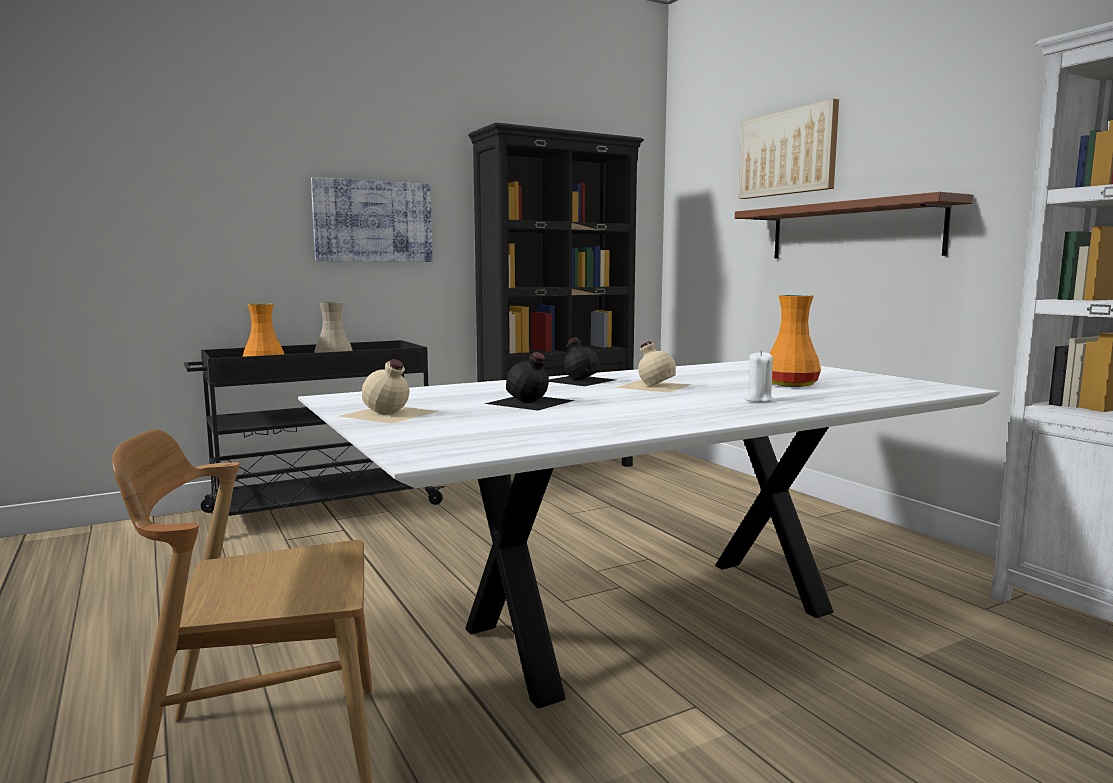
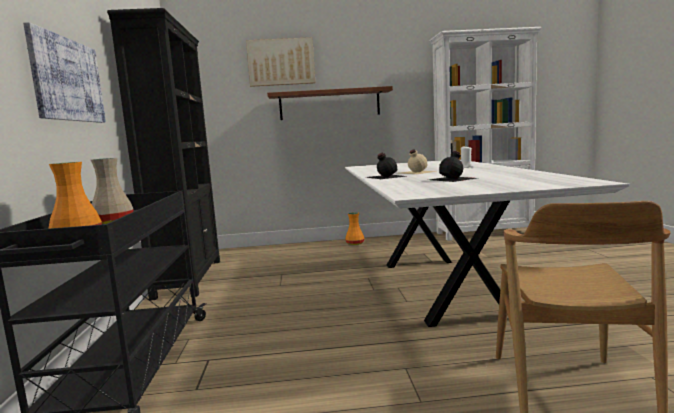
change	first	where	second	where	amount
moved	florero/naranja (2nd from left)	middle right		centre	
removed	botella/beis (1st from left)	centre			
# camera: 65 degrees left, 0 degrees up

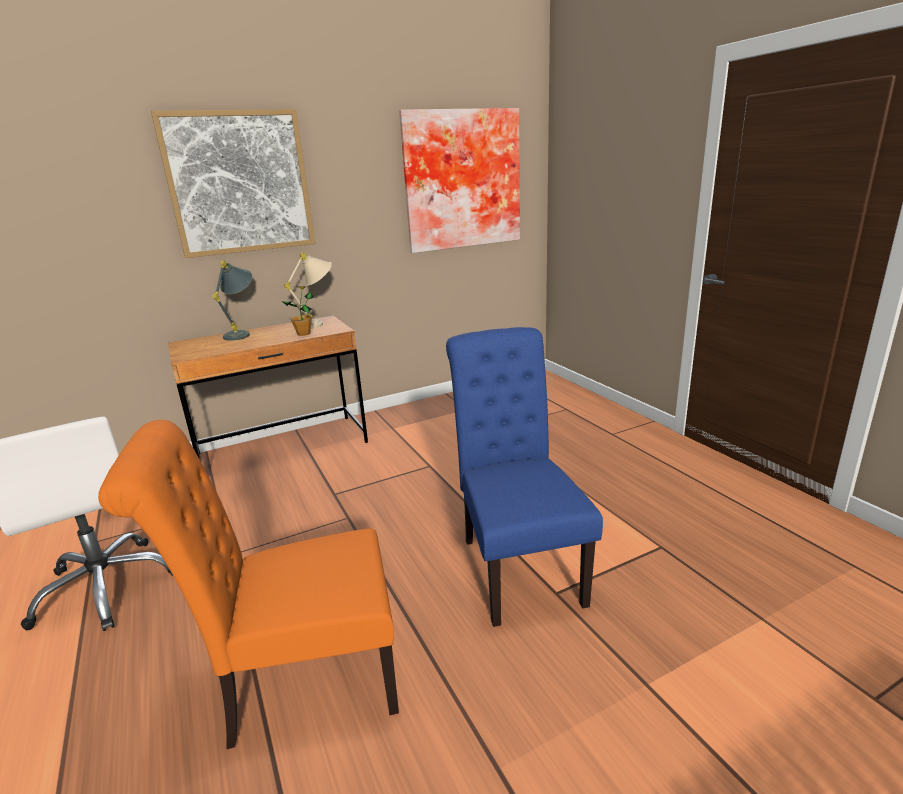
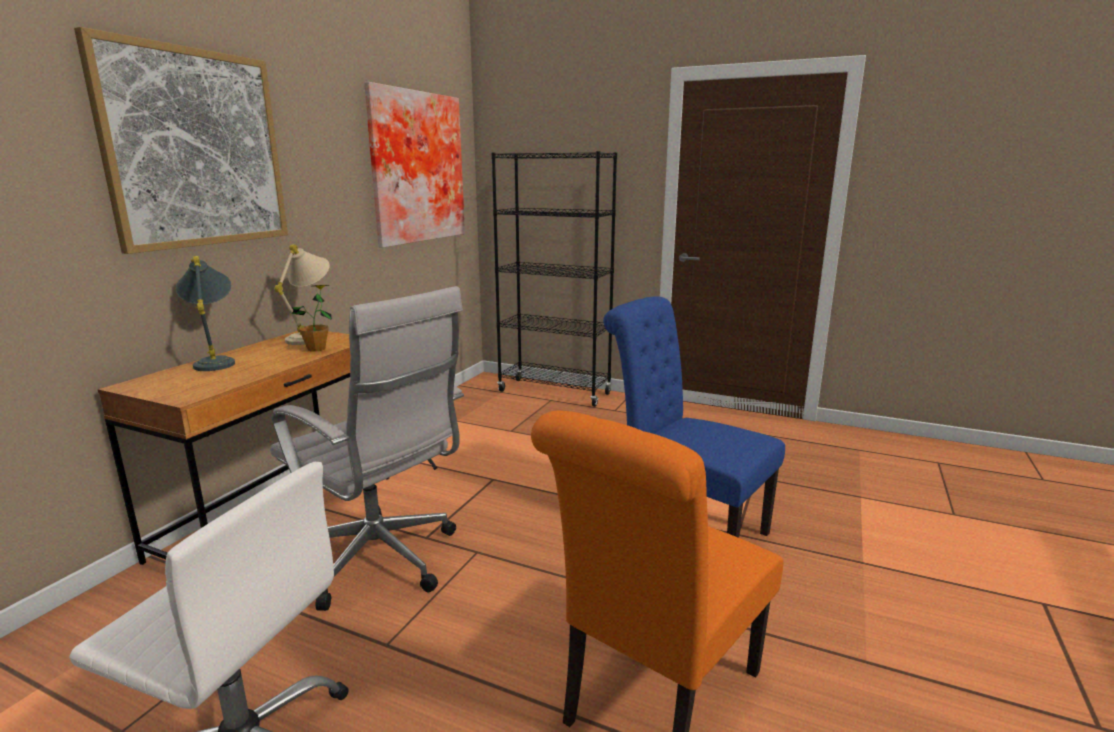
change	first	where	second	where	amount
added			estantería/negro	centre	
added			silla de oficina/blanco (2nd from left)	middle left	
# camera: 40 degrees left, 5 degrees down

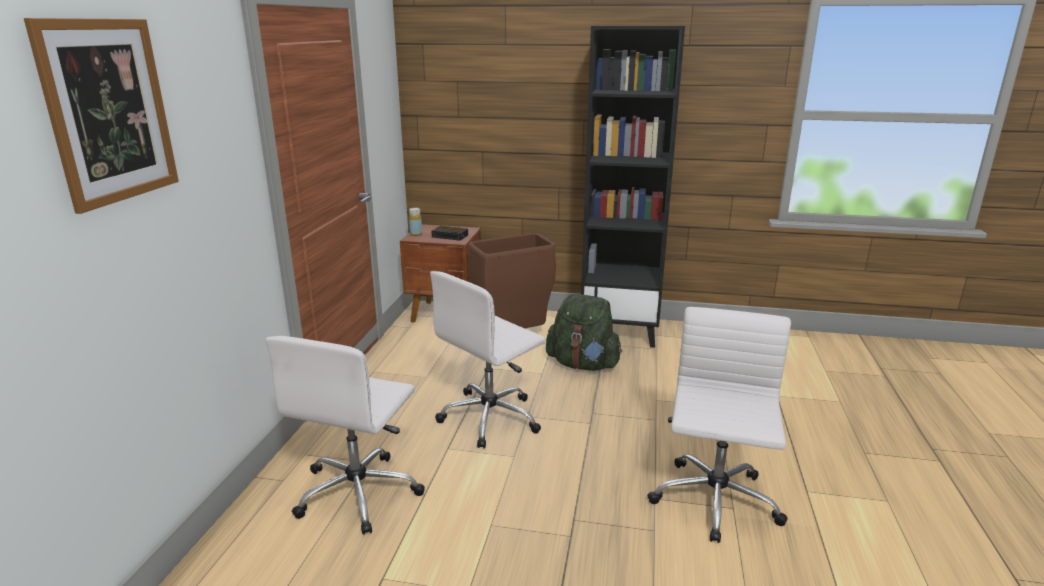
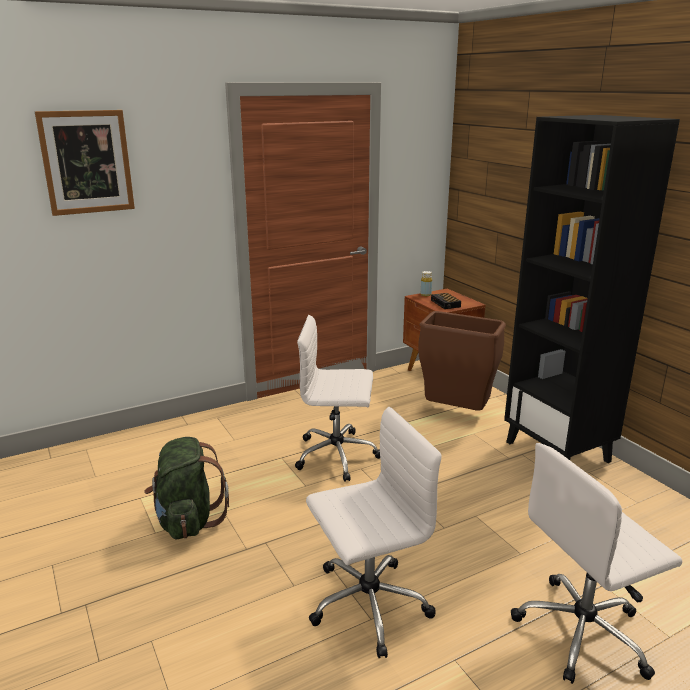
change	first	where	second	where	amount
moved	mochila/verde	centre		bottom left	
moved	silla de oficina/blanco (1st from left in the first image)	bottom left	silla de oficina/blanco (3rd from left)	bottom right	
# camera: 50 degrees right, 0 degrees up

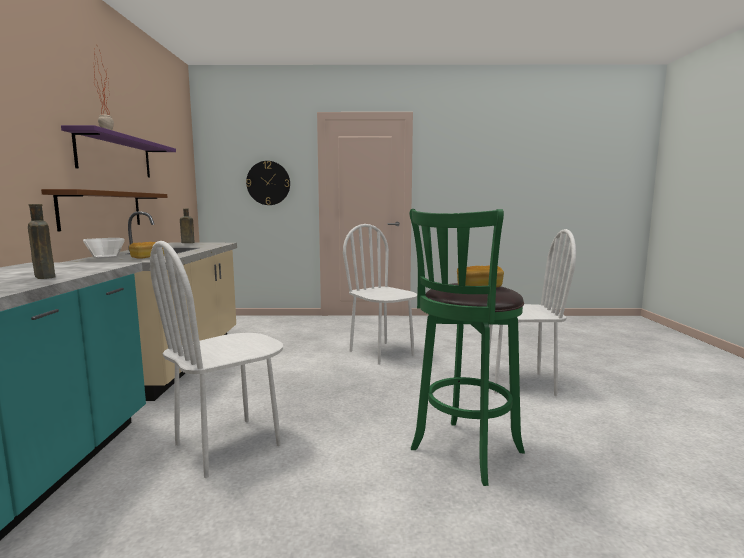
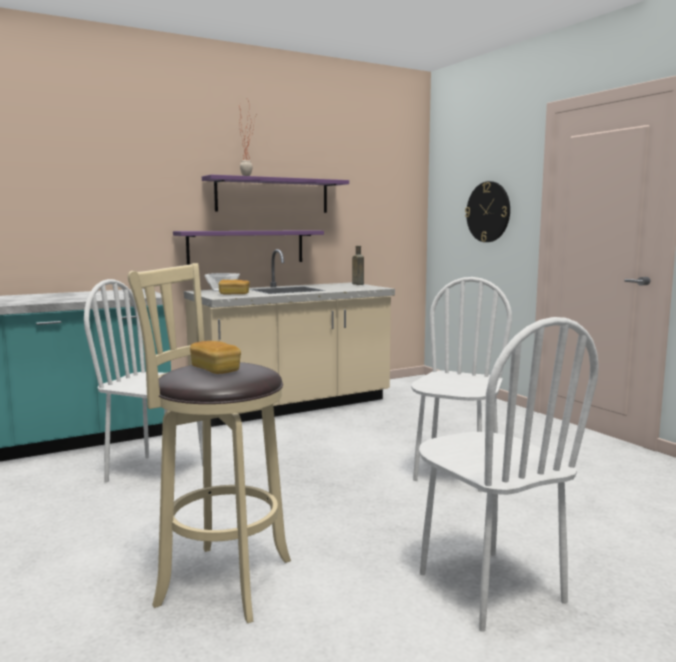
change	first	where	second	where	amount
recoloured	estante/marrón	middle left	estante/morado (1st from left)	centre	
removed	botella/marrón (1st from left)	middle left			
recoloured	taburete/verde	centre	taburete/beis	bottom left	
# camera: 60 degrees right, 0 degrees up

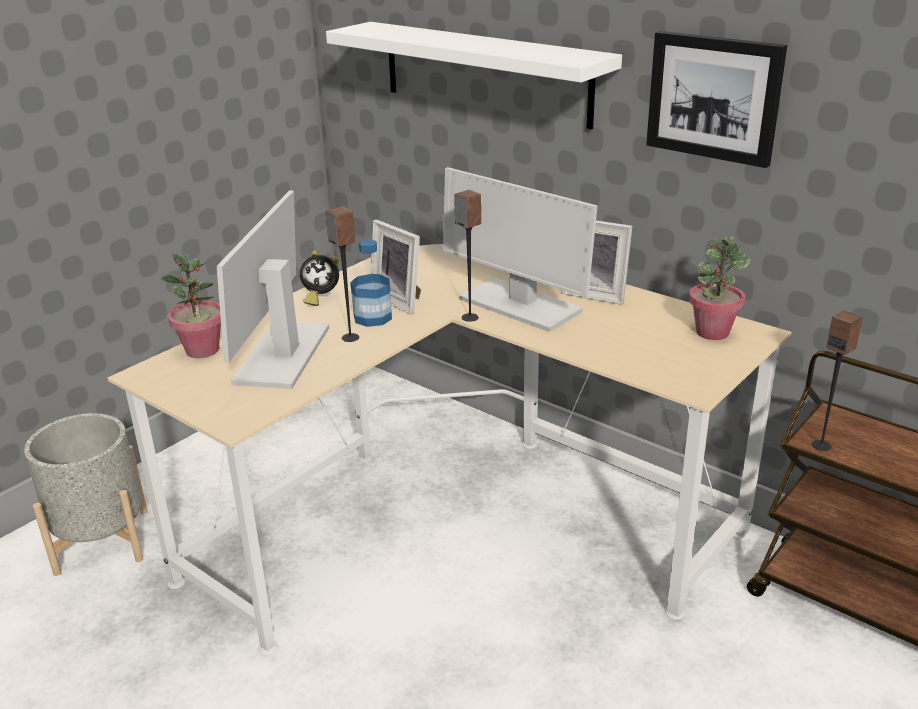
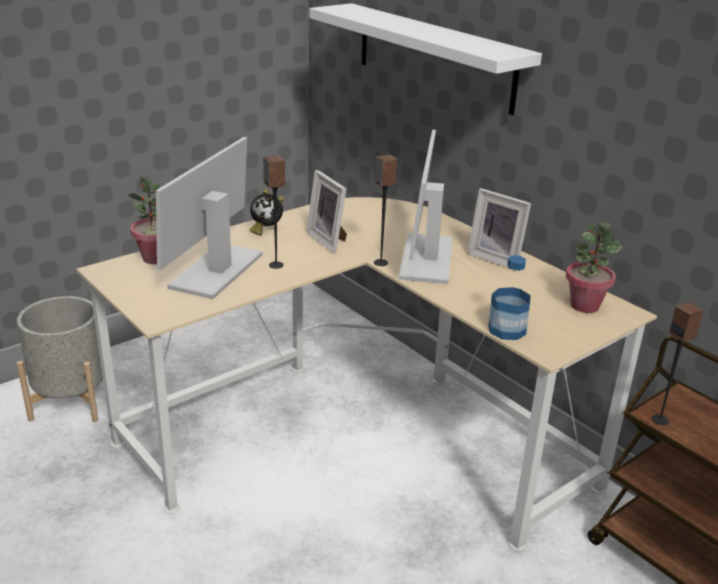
change	first	where	second	where	amount
removed	cuadro	top right			
turned	monitor (2nd from left)	centre		centre	45 degrees clockwise
moved	botella	centre		middle right	
# camera: 10 degrees right, 0 degrees up

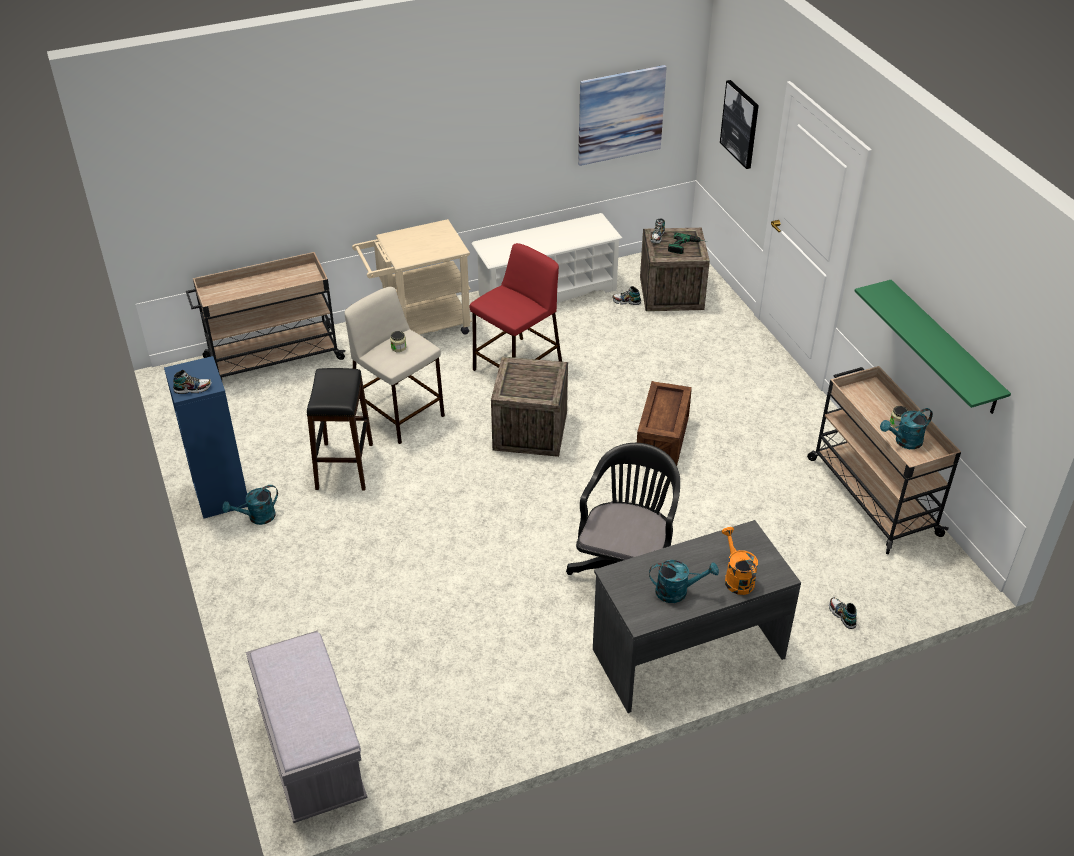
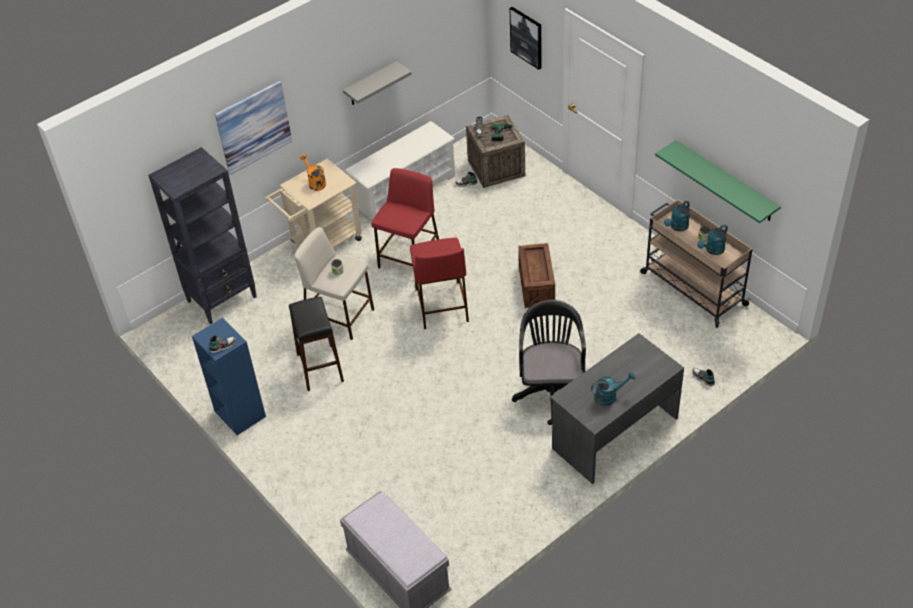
change	first	where	second	where	amount
moved	cuadro (1st from left)	top centre		top left	
replaced	carrito/beis (1st from left)	middle left	estantería/negro	middle left	
replaced	caja de embalaje (1st from left)	centre	taburete/rojo (2nd from left)	centre	
moved	regadera/turquesa (1st from left in the first image)	middle left	regadera/turquesa (2nd from left)	middle right	
moved	regadera/naranja	middle right		top centre	
added			estante/gris	top centre	
# camera: 15 degrees left, 5 degrees up

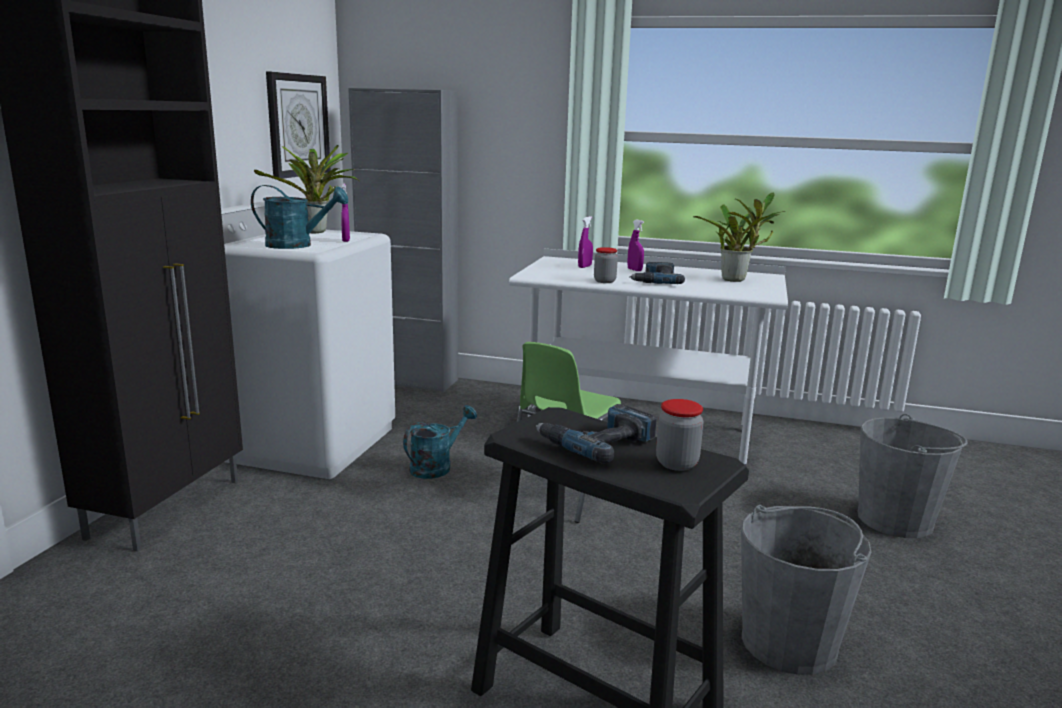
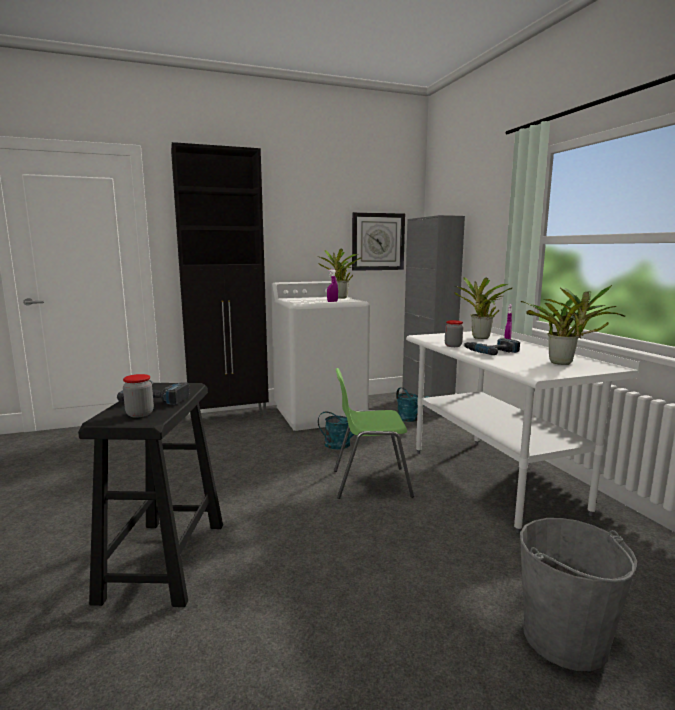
change	first	where	second	where	amount
moved	regadera/turquesa (1st from left in the first image)	top left	regadera/turquesa (2nd from left)	centre	
replaced	pulverizador/morado (2nd from left)	centre	planta en maceta (2nd from left)	middle right	
removed	cubo/gris (1st from left)	bottom right			
# camera: 55 degrees right, 5 degrees down

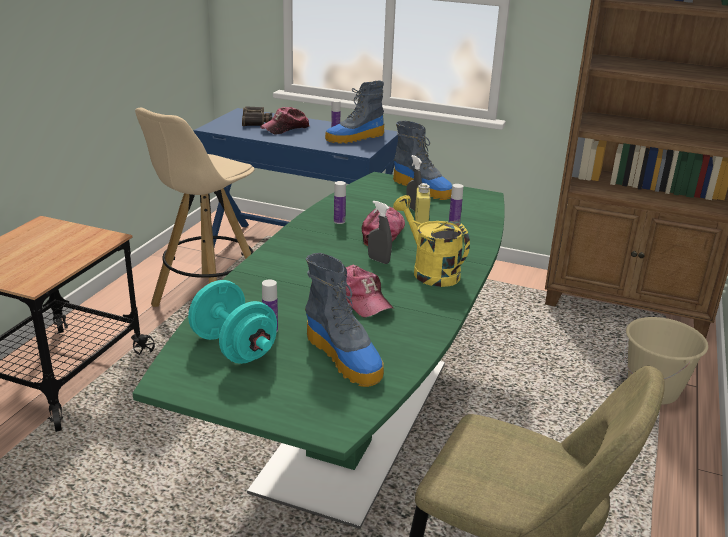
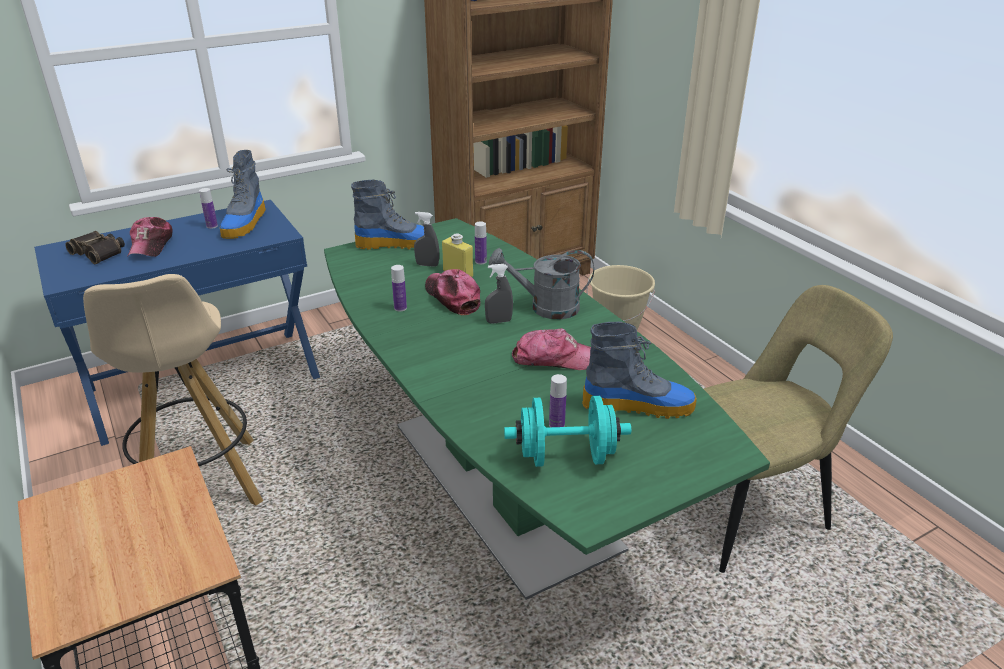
change	first	where	second	where	amount
recoloured	regadera/amarillo	centre	regadera/gris	centre	
# camera: 50 degrees left, 5 degrees up

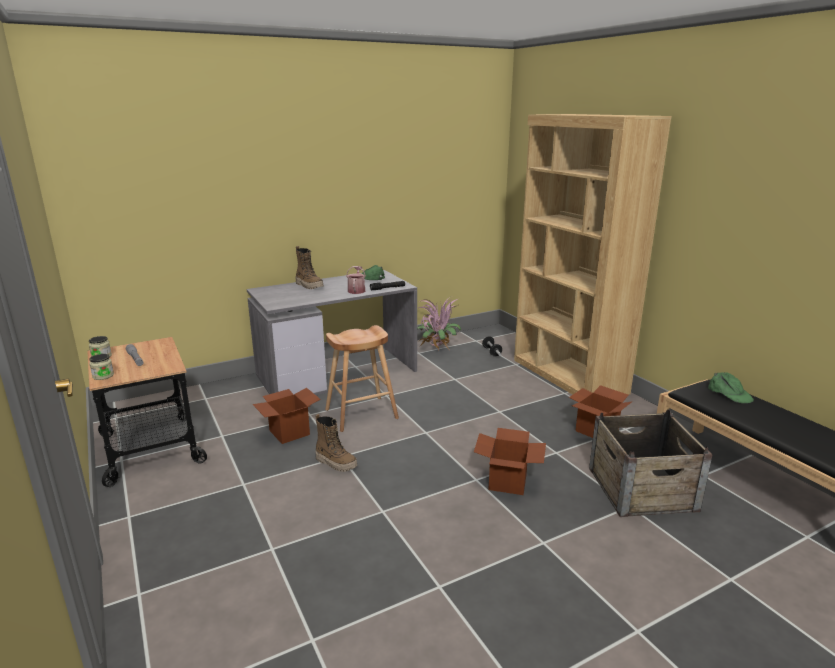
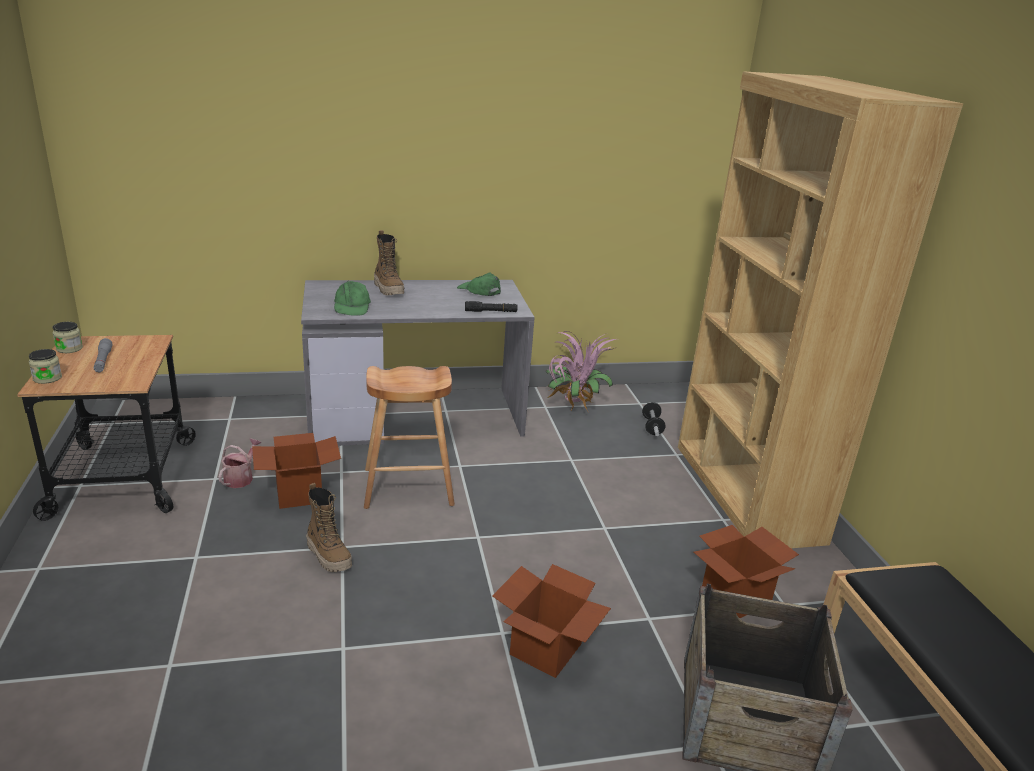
change	first	where	second	where	amount
moved	regadera	centre		middle left	
moved	gorra/verde (2nd from left in the first image)	middle right	gorra/verde (1st from left)	centre	
# camera: 15 degrees right, 5 degrees up

